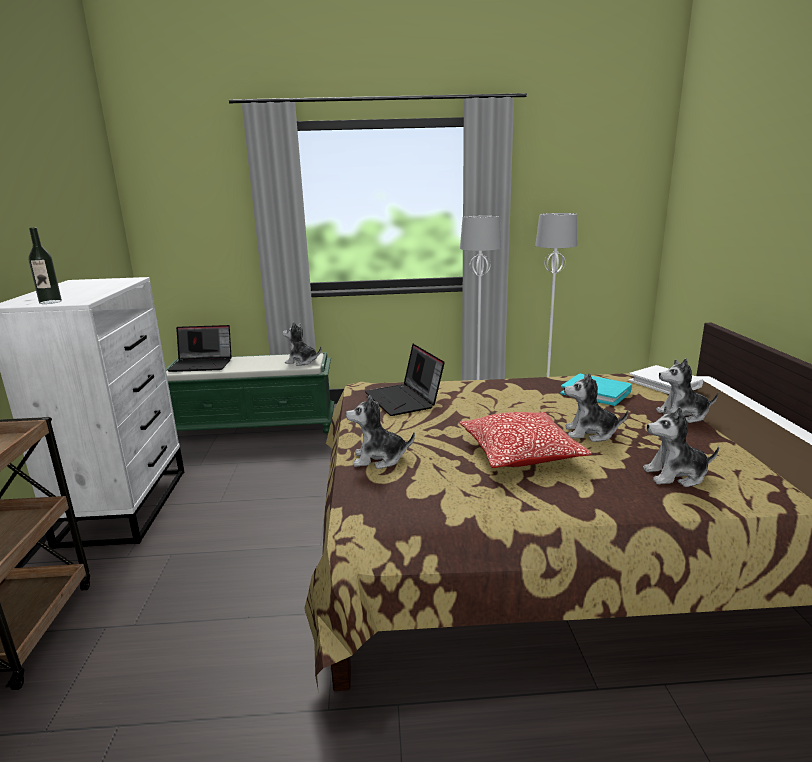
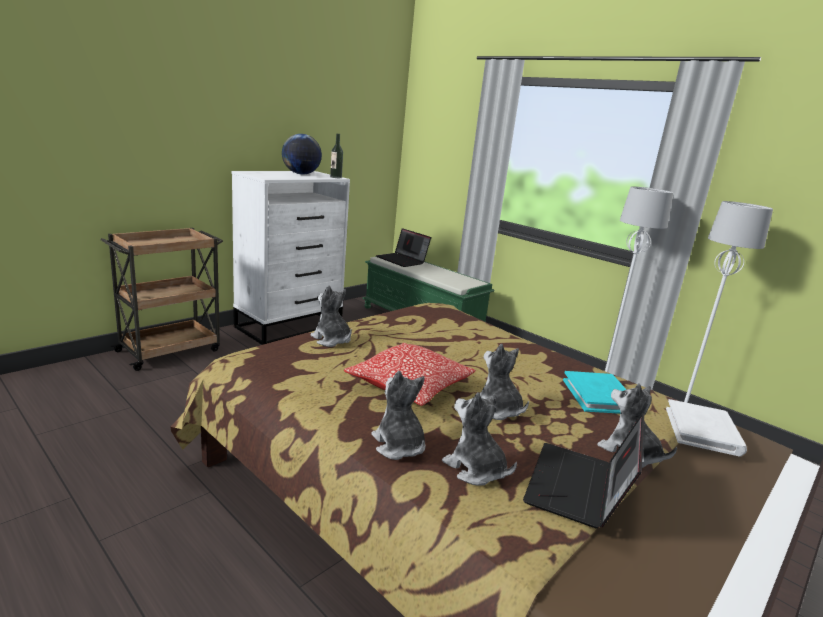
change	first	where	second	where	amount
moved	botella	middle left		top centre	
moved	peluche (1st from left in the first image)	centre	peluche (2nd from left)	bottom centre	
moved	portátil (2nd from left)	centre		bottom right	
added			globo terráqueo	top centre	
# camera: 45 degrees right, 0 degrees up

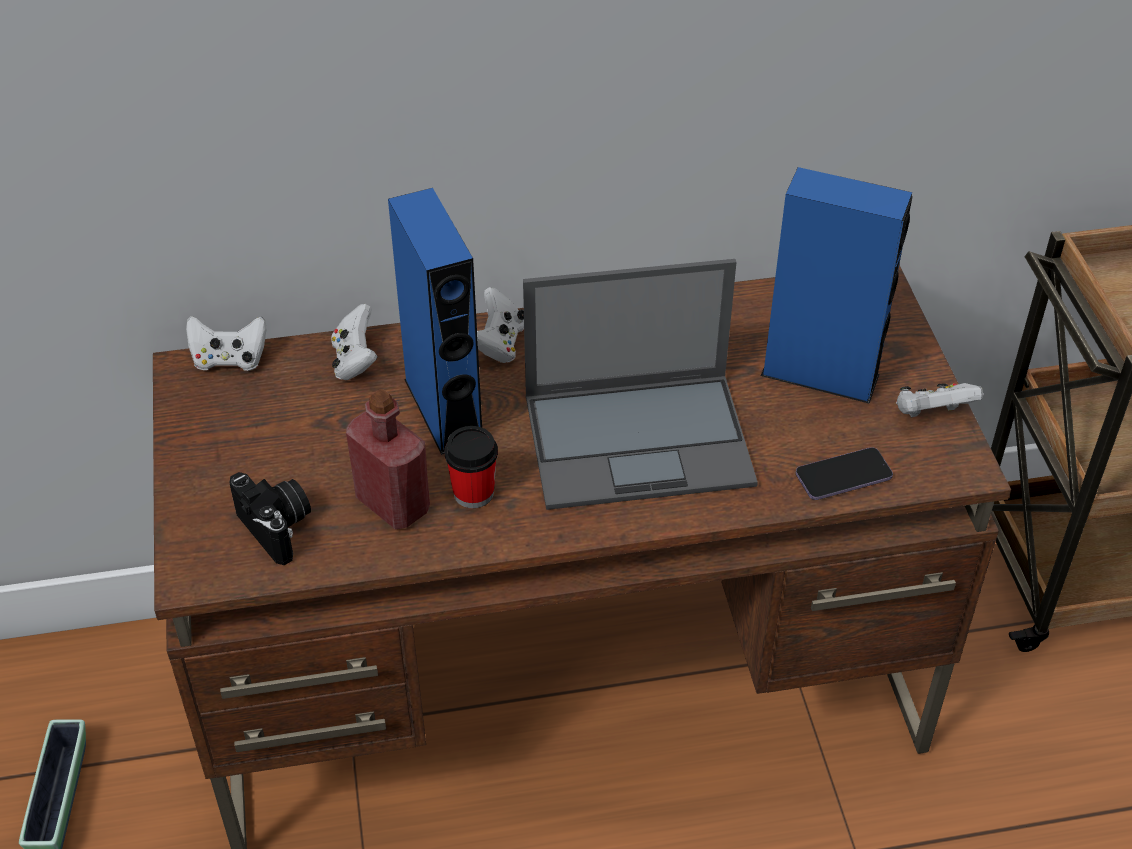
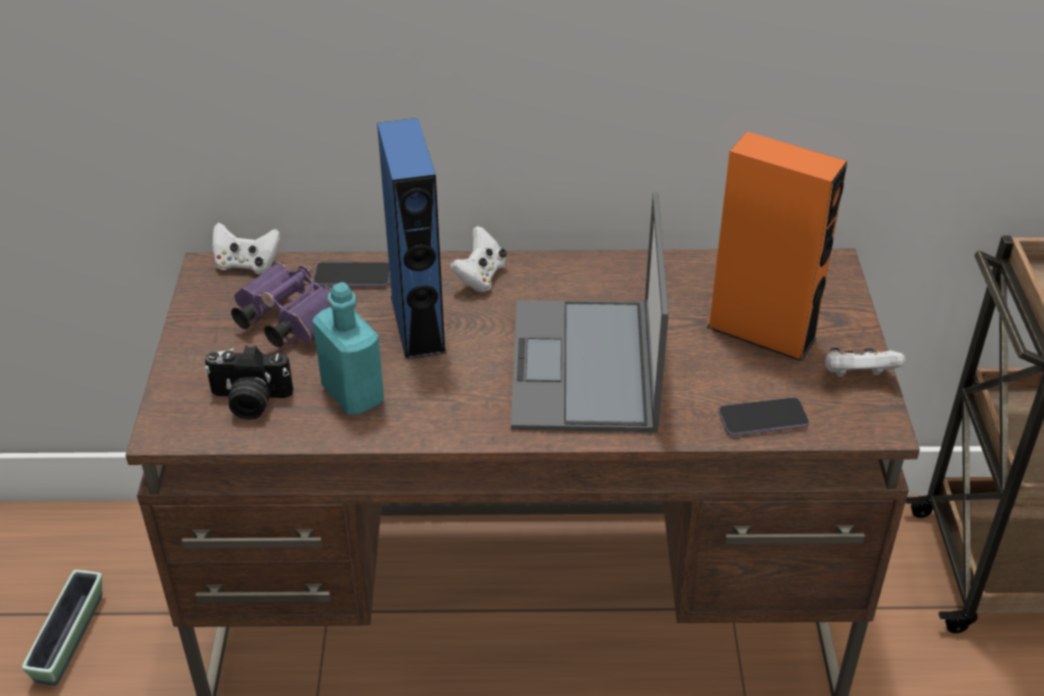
change	first	where	second	where	amount
recoloured	altavoz/azul (2nd from left)	middle right	altavoz/naranja	middle right	
turned	portátil	centre		centre	90 degrees clockwise
replaced	mando de consola/blanco (2nd from left)	middle left	móvil (1st from left)	centre	
recoloured	botella/rojo	centre	botella/turquesa	centre	
removed	taza	centre			
turned	cámara	middle left		middle left	120 degrees clockwise
added			prismáticos/morado	middle left	
# camera: 10 degrees right, 5 degrees down

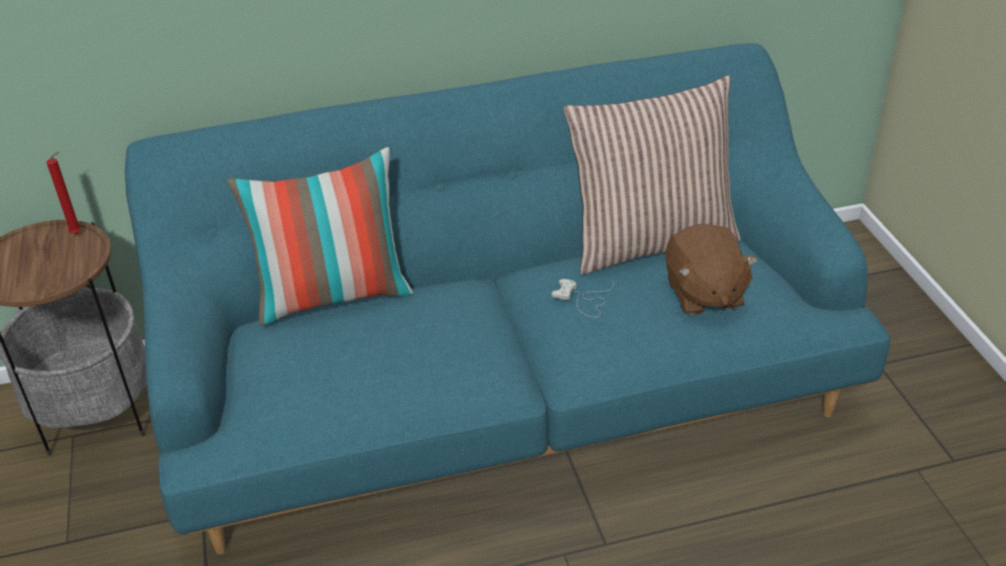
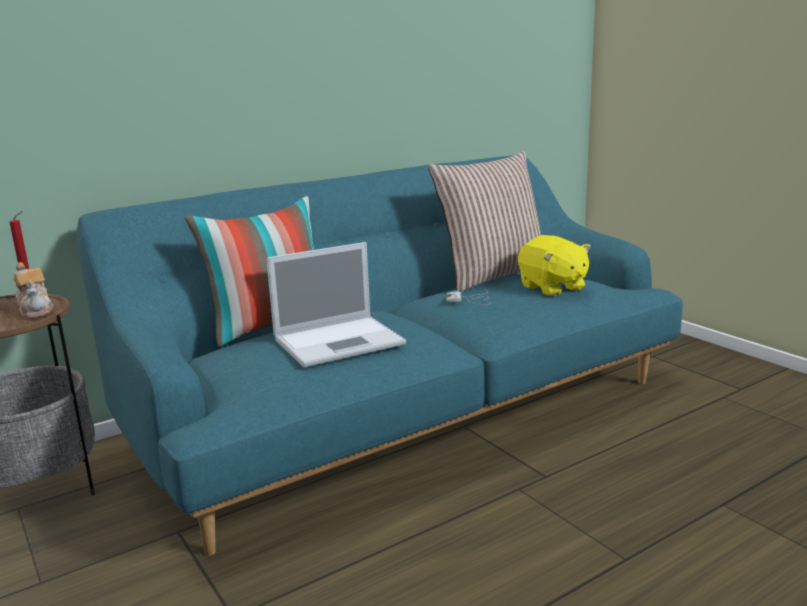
change	first	where	second	where	amount
recoloured	peluche/marrón	middle right	peluche/amarillo	middle right	
added			portátil	centre	
added			tetera	middle left	
# camera: 20 degrees left, 20 degrees down

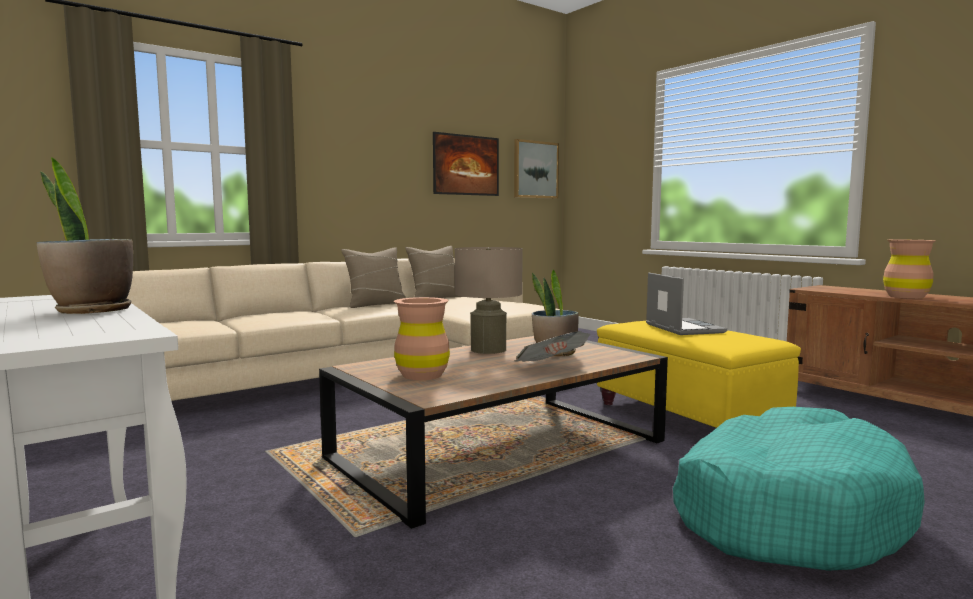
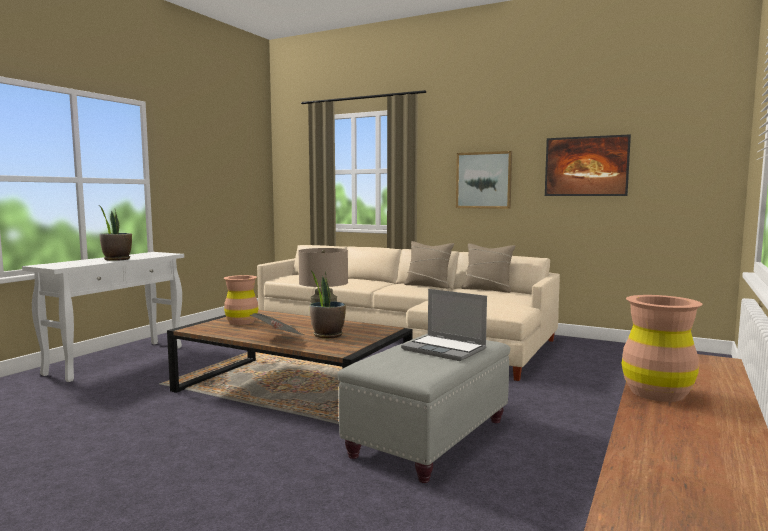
change	first	where	second	where	amount
moved	cuadro (2nd from left in the first image)	top centre	cuadro (1st from left)	centre	
turned	portátil	middle right		centre	75 degrees clockwise
recoloured	puf/amarillo	middle right	puf/gris	bottom centre	
removed	cama para perro/turquesa	bottom right			
# camera: 65 degrees right, 0 degrees up

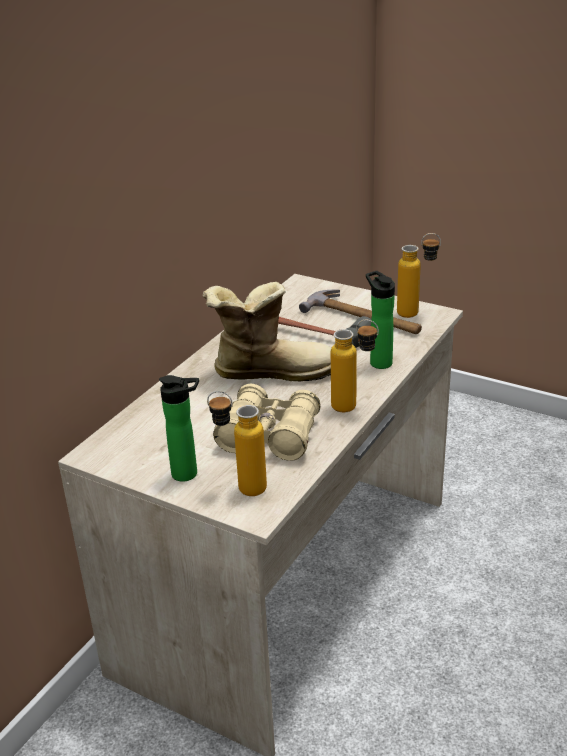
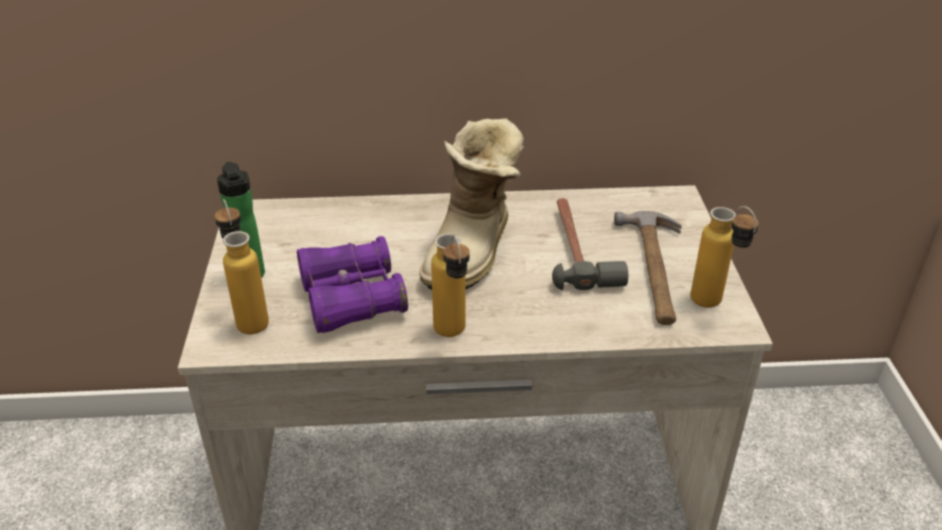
change	first	where	second	where	amount
removed	botella (4th from left)	middle right			
turned	bota	centre		centre	60 degrees clockwise
recoloured	prismáticos/beis	centre	prismáticos/morado	centre	
# camera: 55 degrees right, 5 degrees up

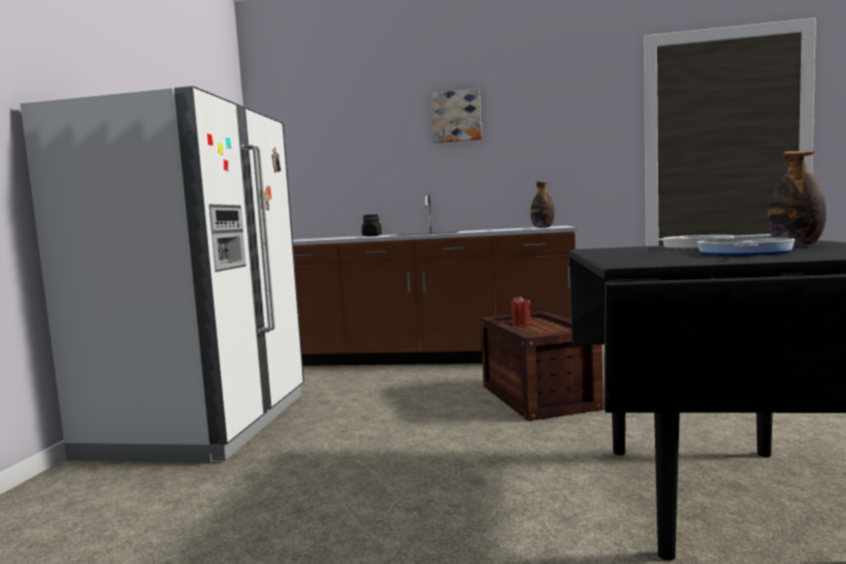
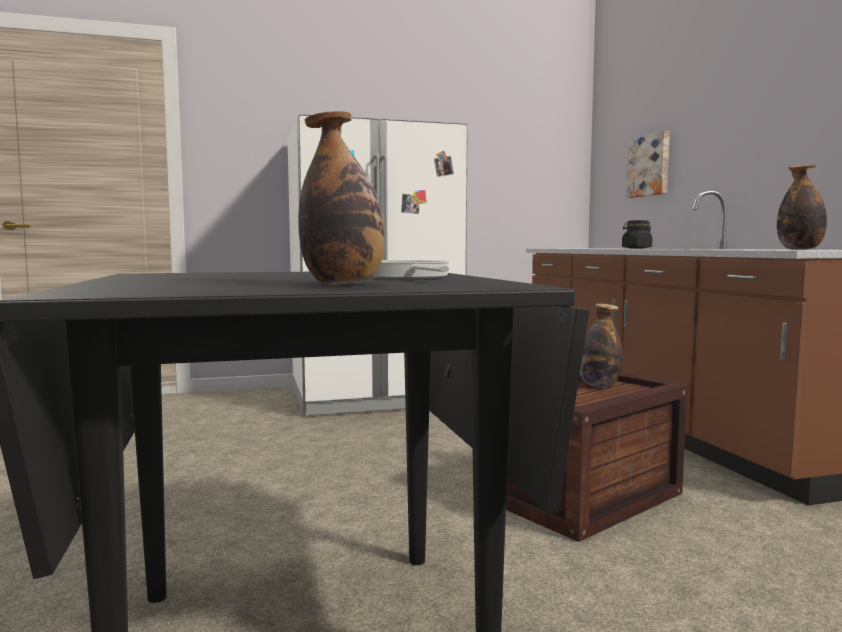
change	first	where	second	where	amount
moved	cuadro	top centre		top right	
removed	sartén (2nd from left)	middle right			
replaced	vela/rojo	centre	botella (2nd from left)	middle right	
# camera: 65 degrees right, 0 degrees up

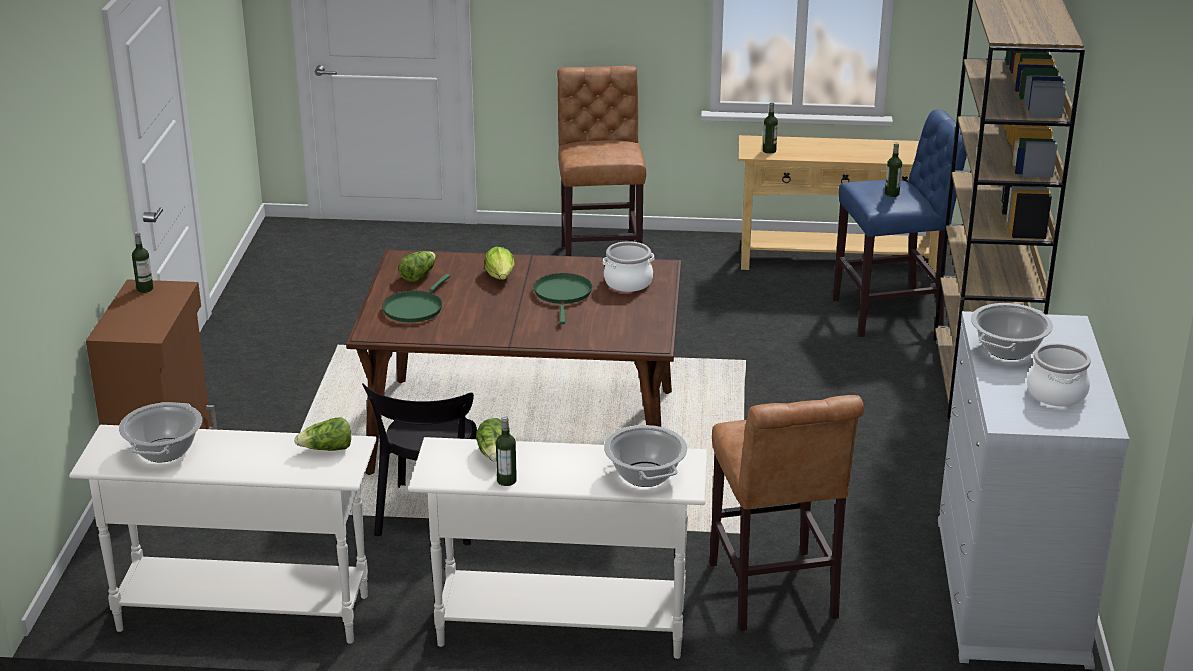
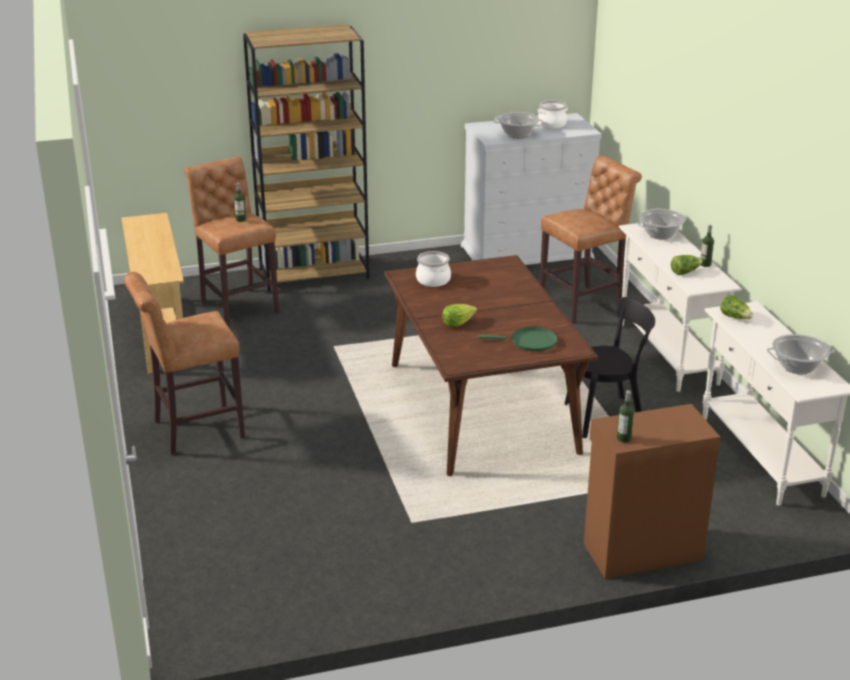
change	first	where	second	where	amount
removed	botella (3rd from left)	top centre			
recoloured	taburete/azul	top right	taburete/marrón (2nd from left)	middle left	
removed	lechuga (2nd from left)	centre			
removed	sartén/verde (2nd from left)	centre			
# camera: 110 degrees left, 0 degrees up

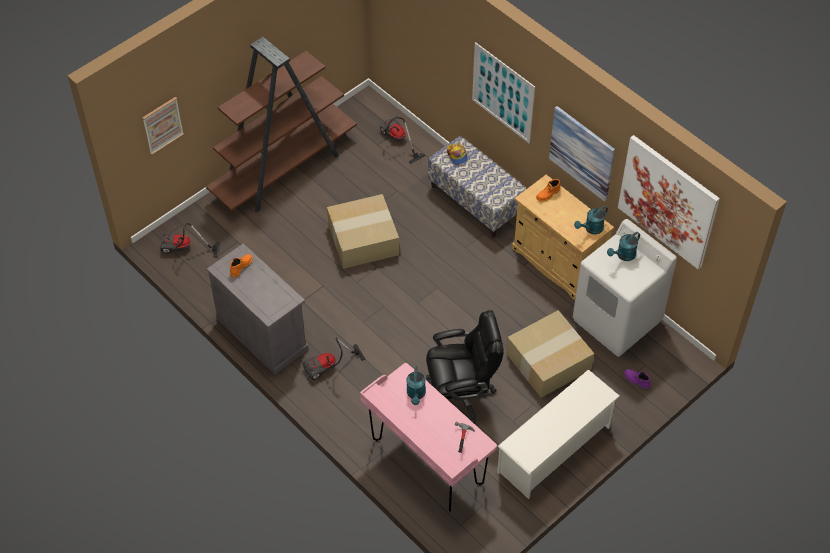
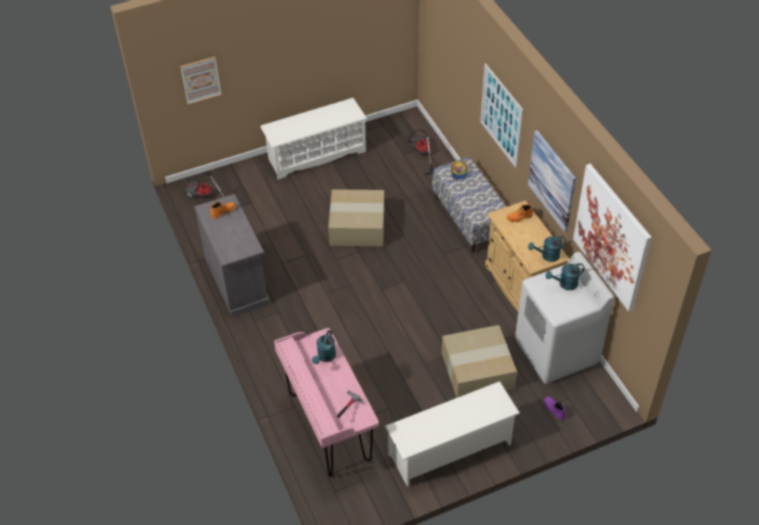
change	first	where	second	where	amount
replaced	estantería/marrón	top centre	zapatero/blanco (1st from left)	top centre	
removed	silla de oficina/negro	centre			
removed	aspiradora (2nd from left)	centre			
# camera: 20 degrees right, 5 degrees down

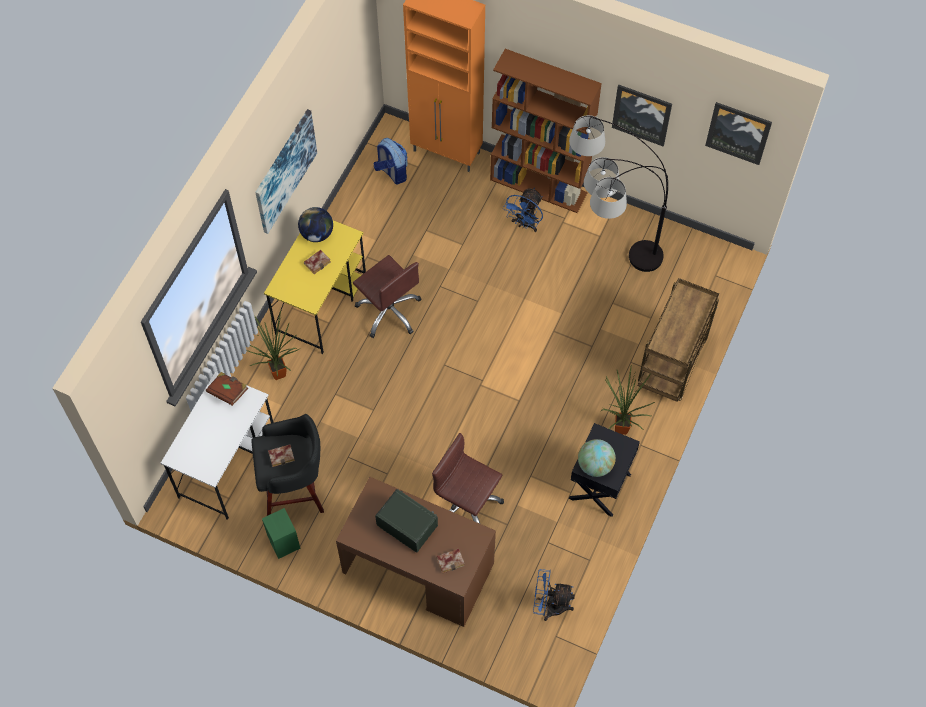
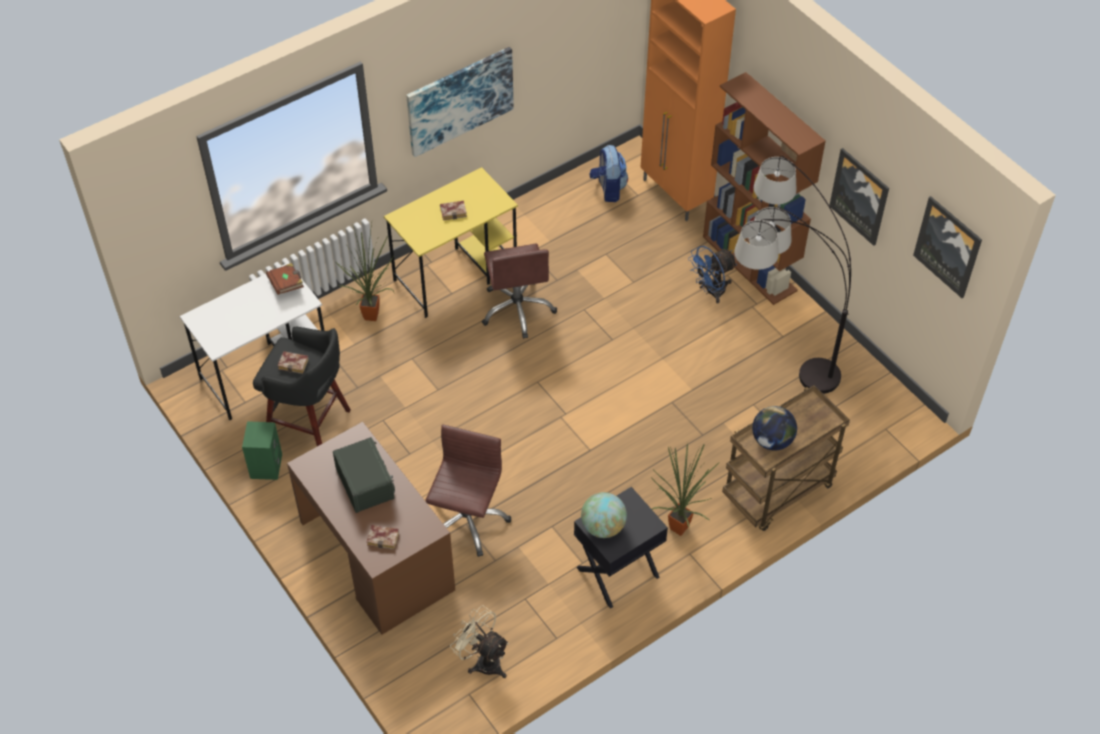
change	first	where	second	where	amount
moved	globo terráqueo (1st from left in the first image)	top centre	globo terráqueo (2nd from left)	middle right	
turned	silla de oficina/marrón (2nd from left in the first image)	bottom centre	silla de oficina/marrón (1st from left)	bottom centre	45 degrees clockwise
recoloured	ventilador/azul (2nd from left)	bottom centre	ventilador/beis	bottom centre	
# camera: 30 degrees right, 10 degrees down

